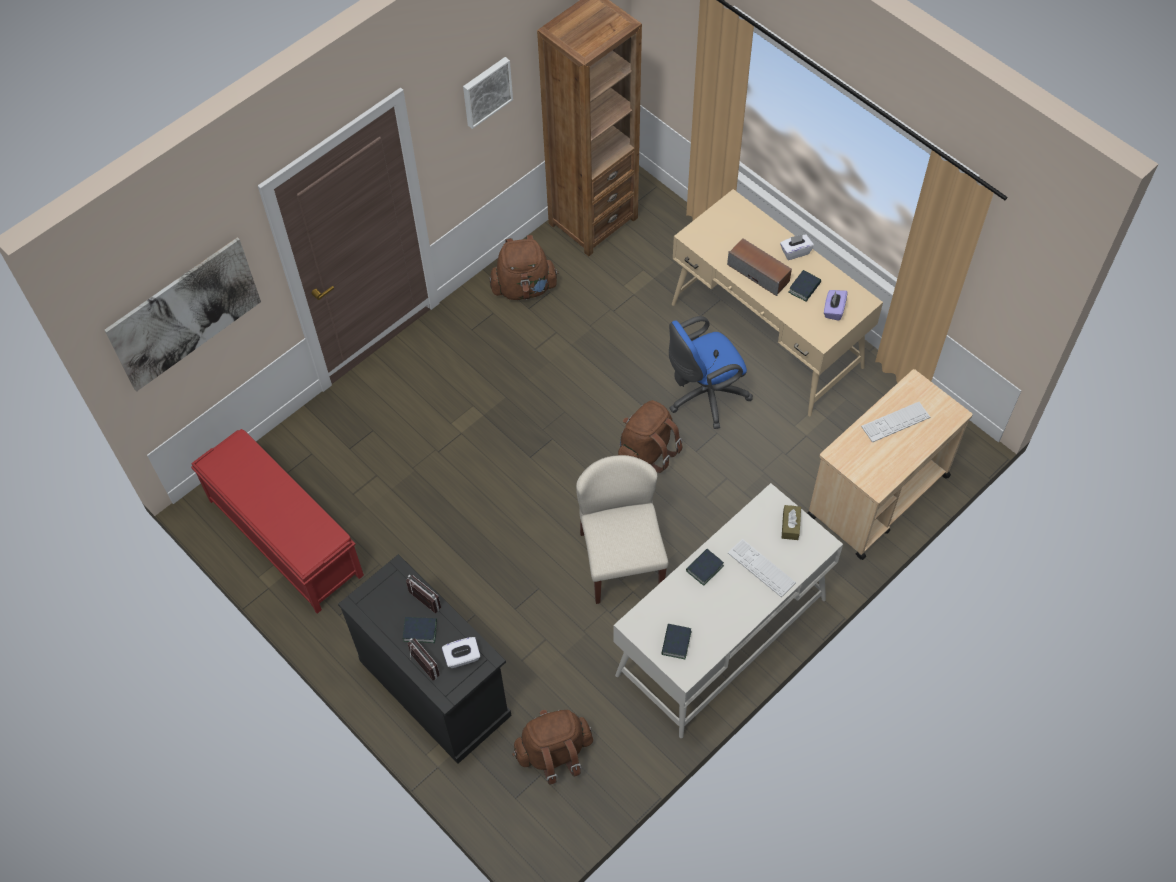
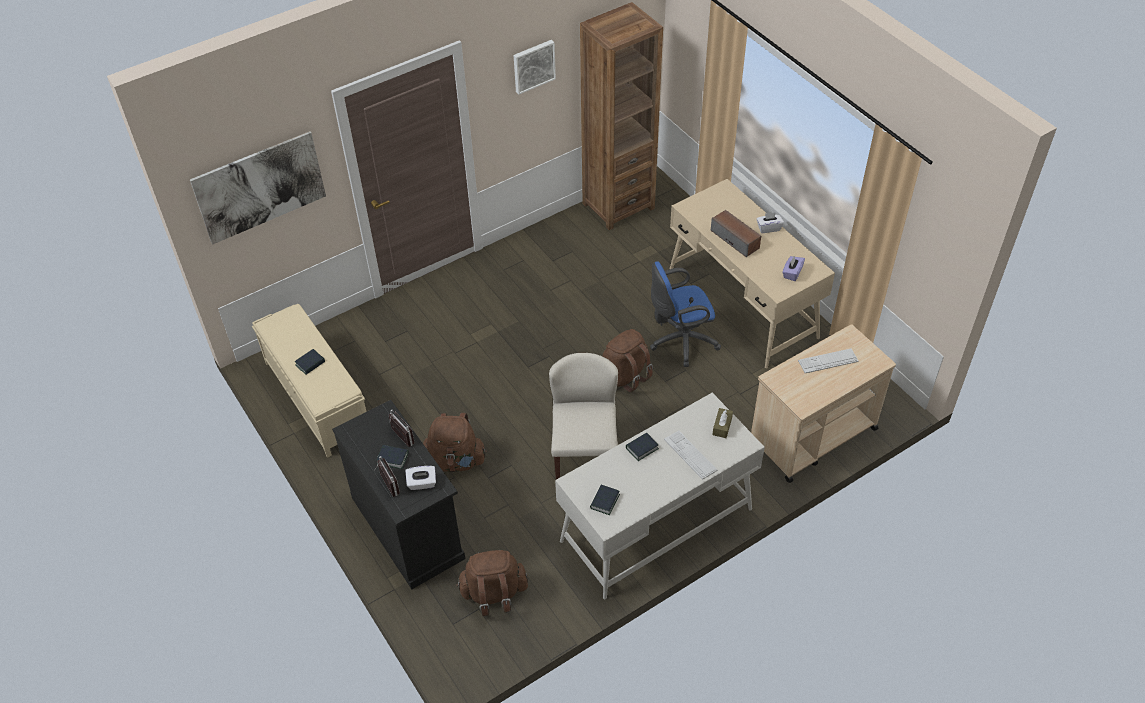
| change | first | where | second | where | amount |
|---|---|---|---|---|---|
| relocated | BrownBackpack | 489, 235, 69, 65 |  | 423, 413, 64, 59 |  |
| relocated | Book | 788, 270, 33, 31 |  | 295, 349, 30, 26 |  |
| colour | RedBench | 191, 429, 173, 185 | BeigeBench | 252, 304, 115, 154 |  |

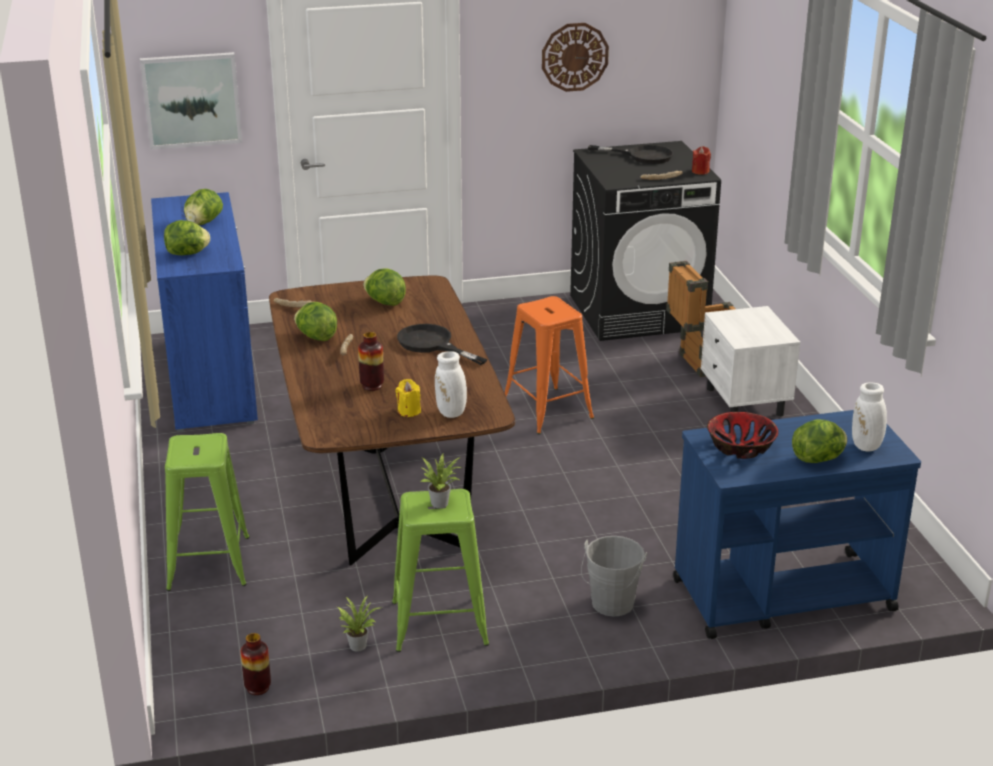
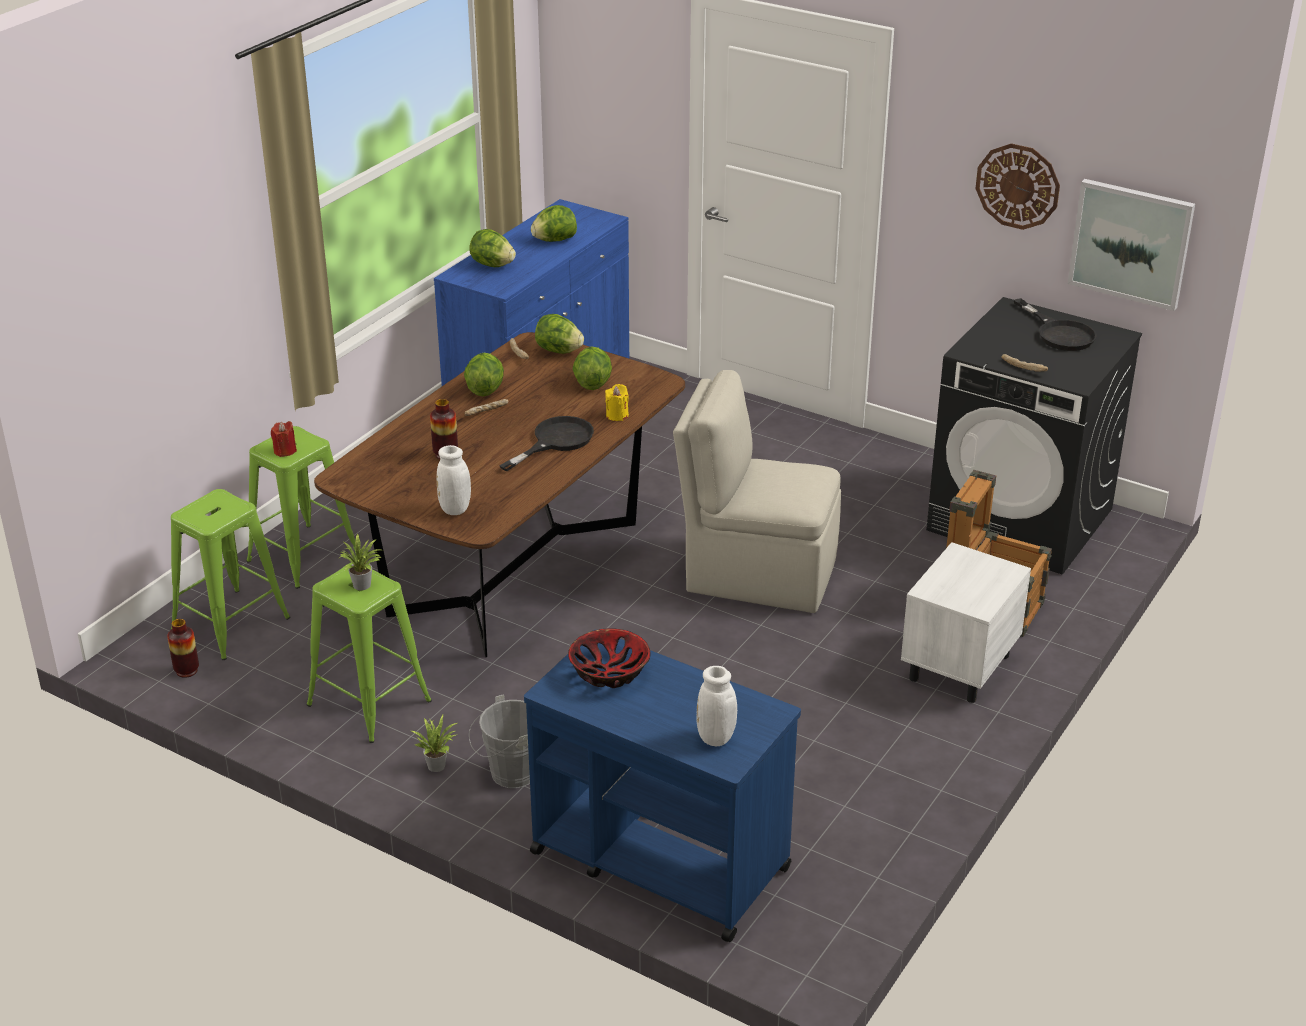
| change | first | where | second | where | amount |
|---|---|---|---|---|---|
| appeared |  |  | GreenStool | 171, 489, 119, 171 |  |
| relocated | Picture | 140, 52, 102, 98 |  | 1068, 179, 127, 132 |  |
| relocated | PottedPlant | 337, 595, 45, 57 |  | 411, 714, 46, 58 |  |
| relocated | YellowCandle | 396, 379, 25, 38 |  | 605, 384, 24, 37 |  |
| relocated | RedCandle | 692, 146, 19, 29 |  | 271, 421, 26, 36 |  |
| relocated | Lettuce | 792, 419, 55, 44 |  | 535, 314, 49, 40 |  |
| exchanged | OrangeStool | 505, 296, 89, 139 | BeigeChair | 673, 370, 168, 243 |  |
| spun | BlackFryingPan | 397, 324, 90, 41 |  | 499, 416, 95, 55 | 45 degrees clockwise |

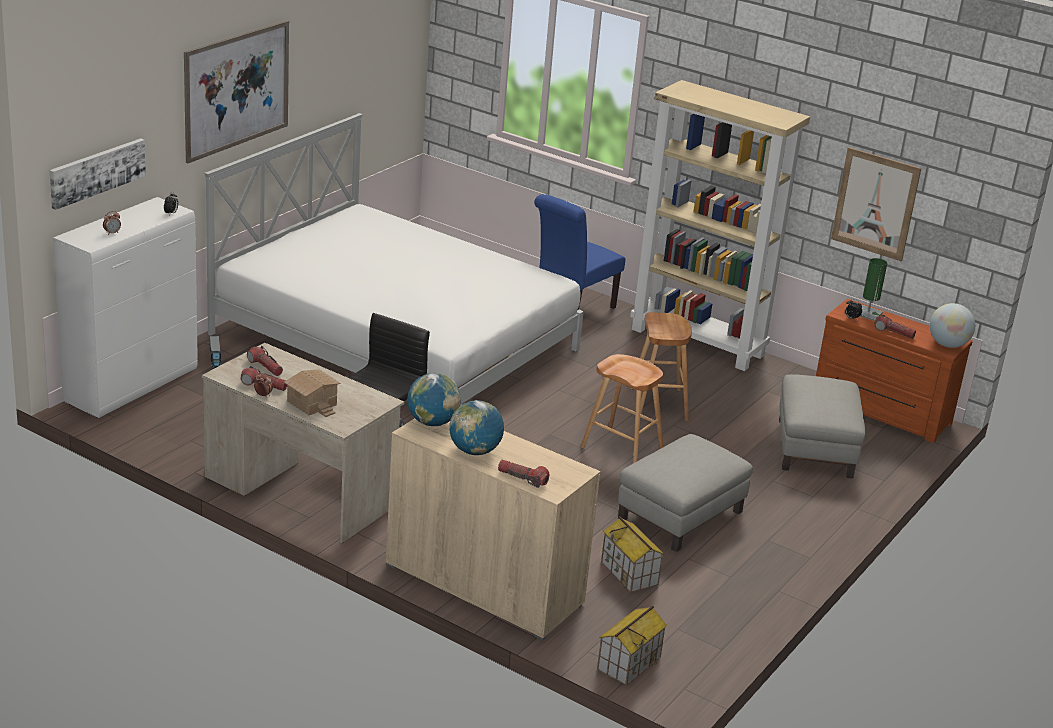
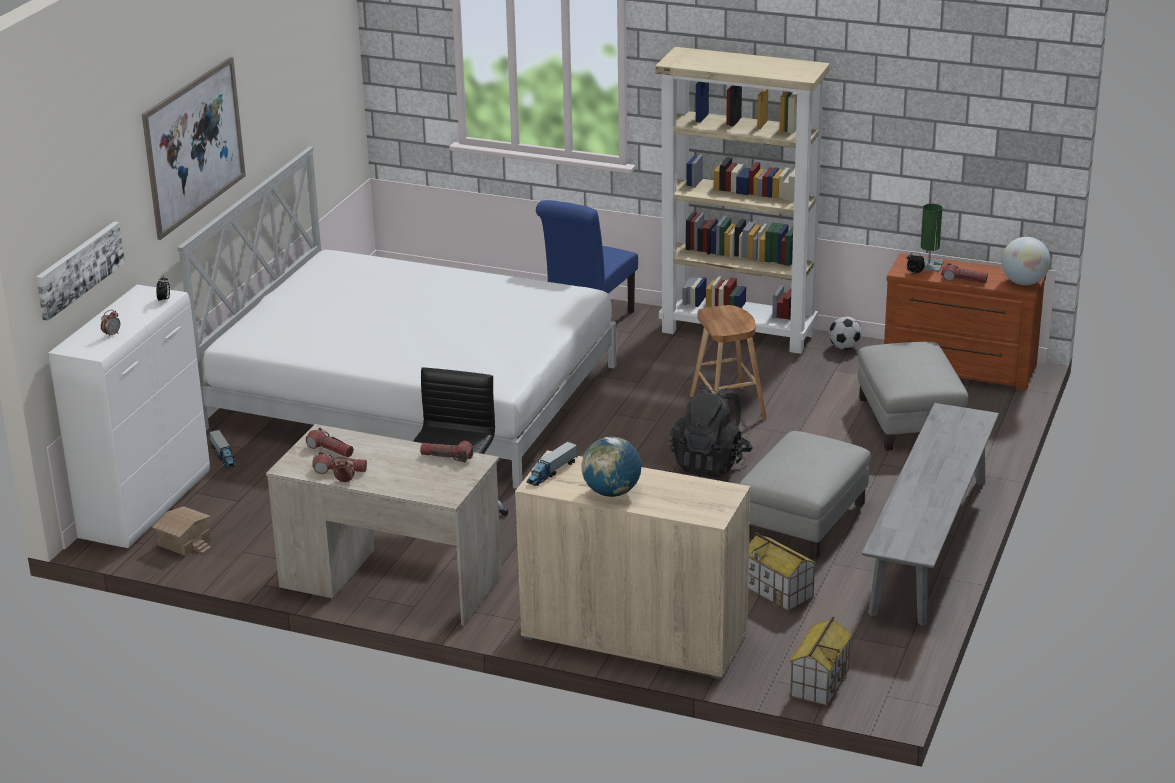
| change | first | where | second | where | amount |
|---|---|---|---|---|---|
| missing | Picture | 831, 147, 90, 114 |  |  |  |
| appeared |  |  | Football | 829, 316, 33, 34 |  |
| appeared |  |  | GreyBench | 862, 403, 137, 223 |  |
| relocated | ToyHouse | 284, 369, 57, 48 |  | 152, 506, 60, 50 |  |
| relocated | Flashlight | 498, 460, 51, 28 |  | 420, 441, 54, 21 |  |
| exchanged | Globe | 407, 373, 54, 53 | ToyTruck | 526, 441, 51, 45 |  |
| exchanged | BrownStool | 581, 354, 83, 109 | BlackBackpack | 670, 384, 83, 94 |  |

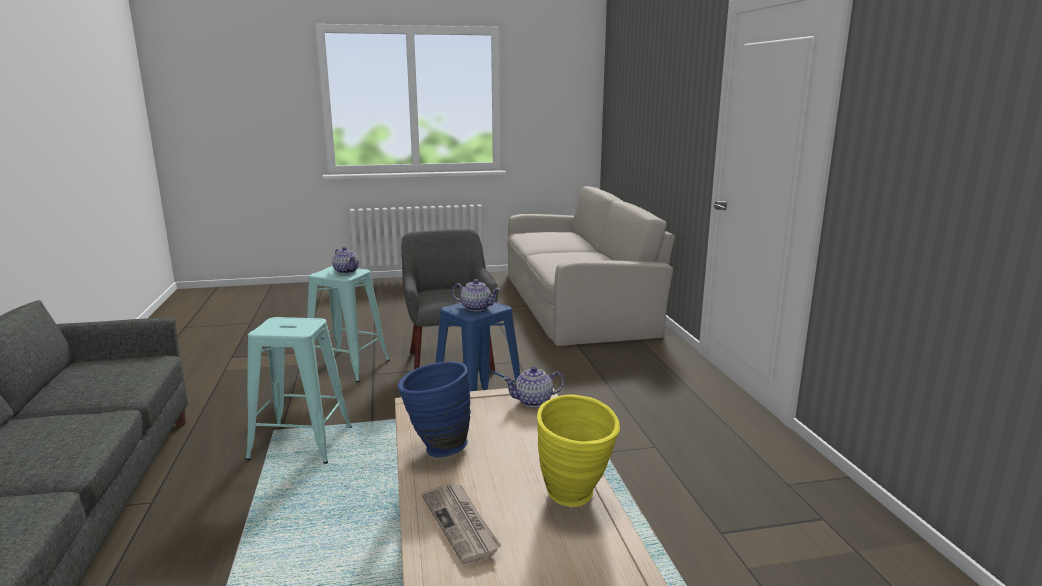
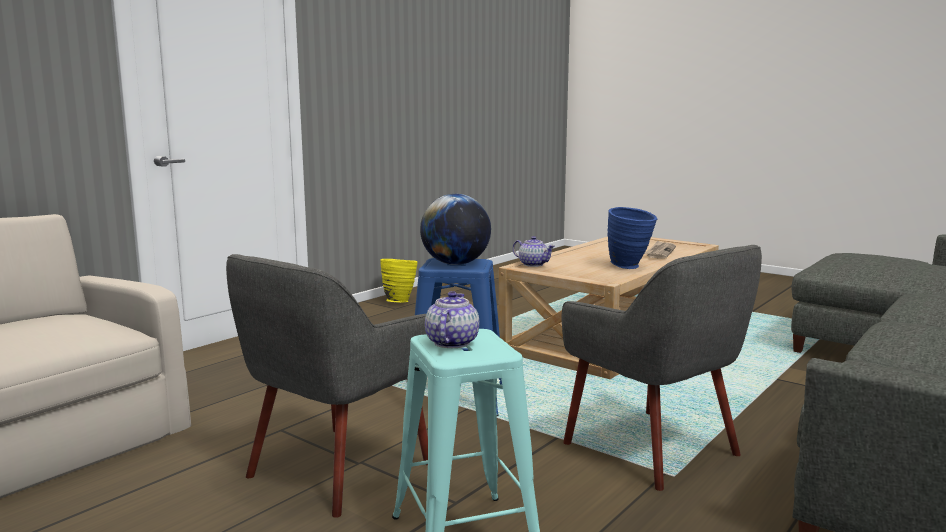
| change | first | where | second | where | amount |
|---|---|---|---|---|---|
| relocated | YellowVase | 537, 395, 83, 112 |  | 380, 259, 38, 44 |  |
| exchanged | TurquoiseStool | 245, 317, 107, 147 | GreyArmchair | 562, 245, 200, 246 |  |
| exchanged | Teapot | 452, 279, 48, 32 | Globe | 420, 194, 71, 71 |  |

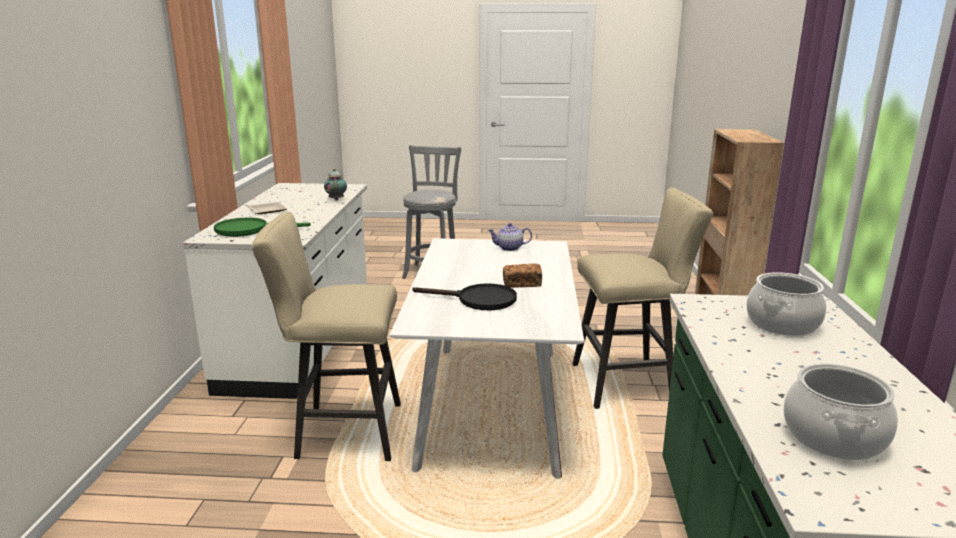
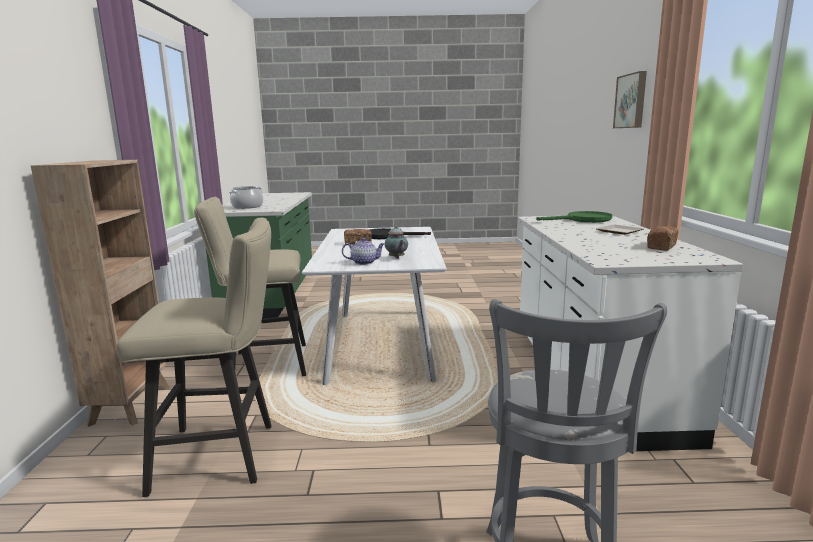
| change | first | where | second | where | amount |
|---|---|---|---|---|---|
| missing | CookingPot | 784, 363, 114, 97 |  |  |  |
| appeared |  |  | Picture | 613, 71, 34, 57 |  |
| appeared |  |  | Bread | 647, 226, 31, 25 |  |
| relocated | BeigeStool | 252, 212, 149, 249 |  | 117, 218, 155, 279 |  |
| relocated | Teapot | 324, 168, 23, 32 |  | 385, 225, 23, 34 |  |

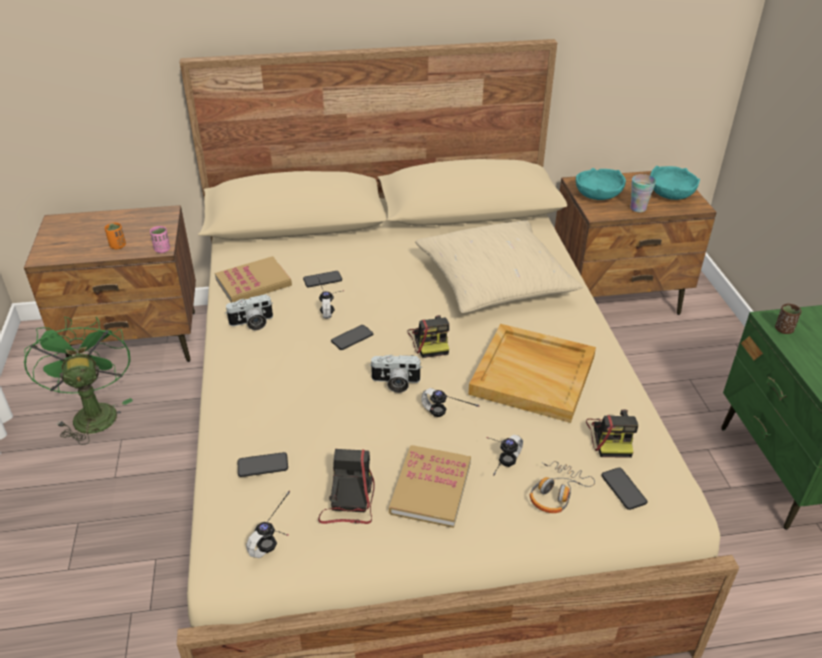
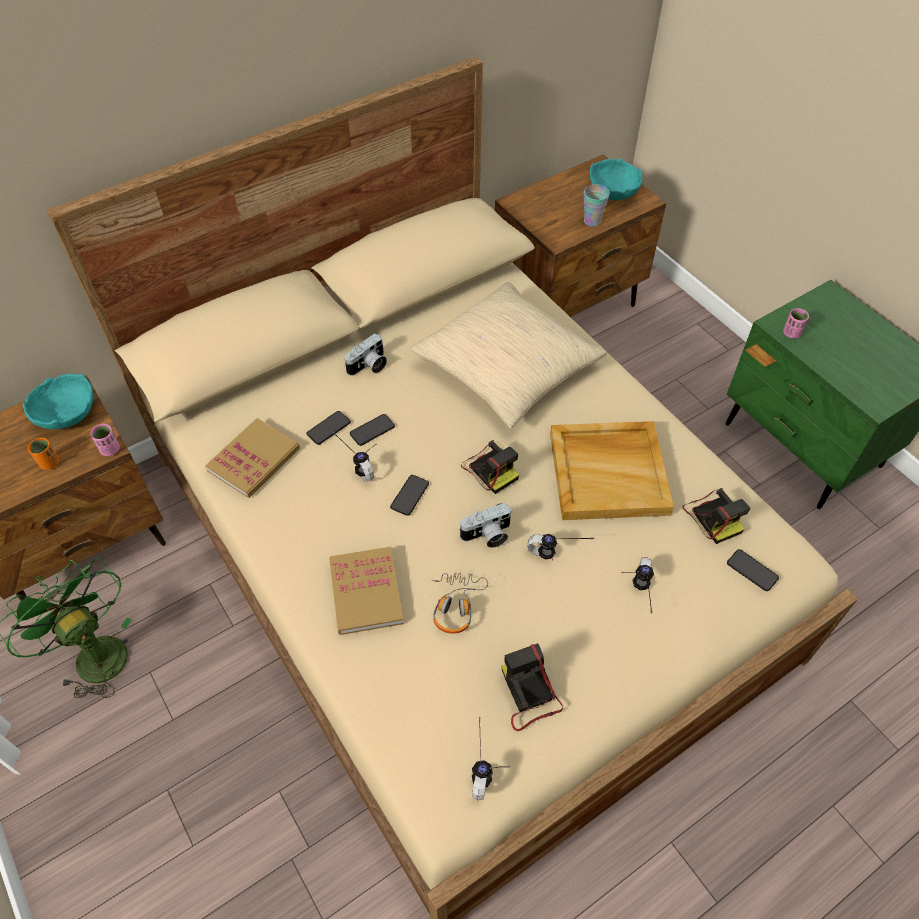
| change | first | where | second | where | amount |
|---|---|---|---|---|---|
| relocated | PhotoCamera | 225, 294, 48, 36 |  | 344, 333, 43, 43 |  |
| relocated | Phone | 238, 452, 50, 25 |  | 350, 414, 45, 32 |  |
| relocated | Book | 389, 445, 82, 83 |  | 329, 547, 75, 88 |  |
| relocated | Headphones | 530, 461, 65, 52 |  | 432, 573, 56, 61 |  |
| relocated | TurquoiseBowl | 576, 168, 50, 32 |  | 23, 374, 70, 55 |  |
| colour | BrownCup | 775, 303, 26, 31 | PinkCup | 783, 308, 26, 30 |  |

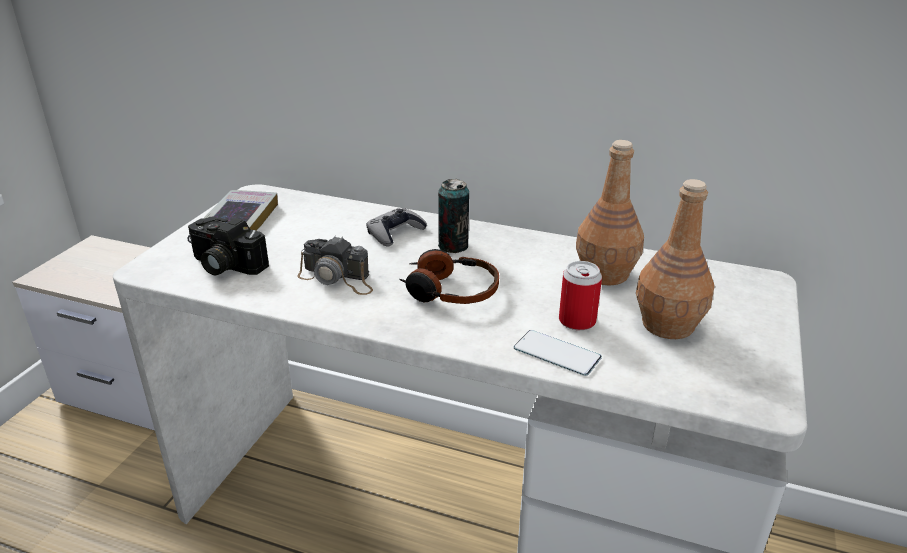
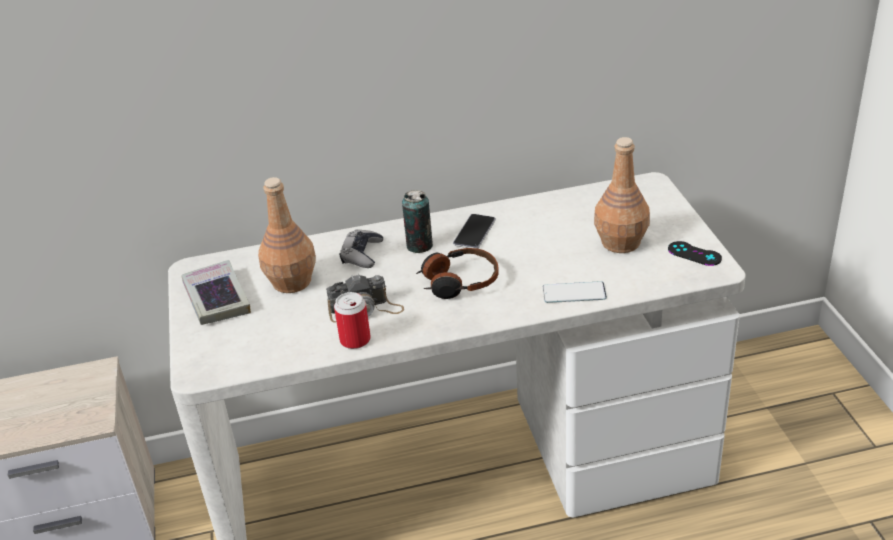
| change | first | where | second | where | amount |
|---|---|---|---|---|---|
| missing | PhotoCamera | 187, 217, 82, 59 |  |  |  |
| appeared |  |  | Phone | 453, 214, 43, 35 |  |
| appeared |  |  | BlackGameController | 668, 241, 54, 25 |  |
| relocated | Can | 559, 261, 43, 69 |  | 334, 292, 37, 57 |  |
| relocated | BrownBottle | 576, 140, 68, 146 |  | 258, 177, 58, 116 |  |

